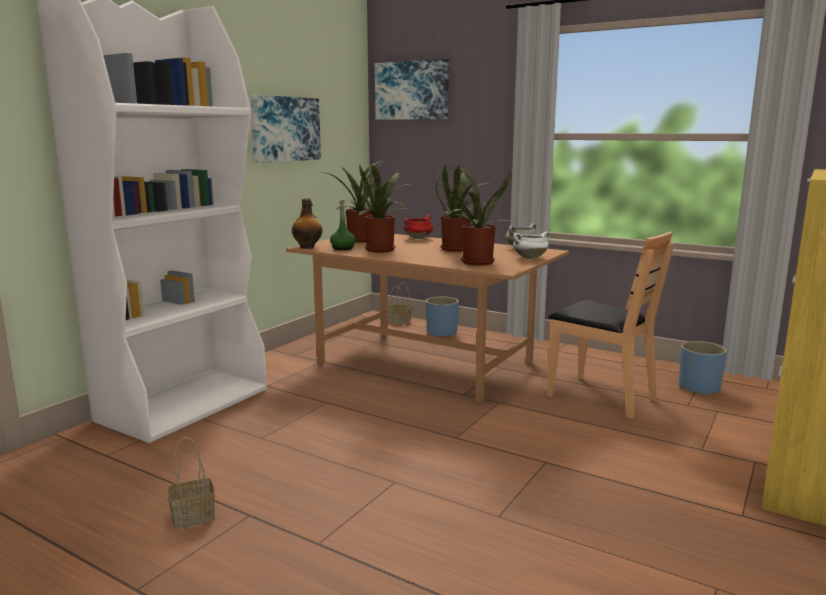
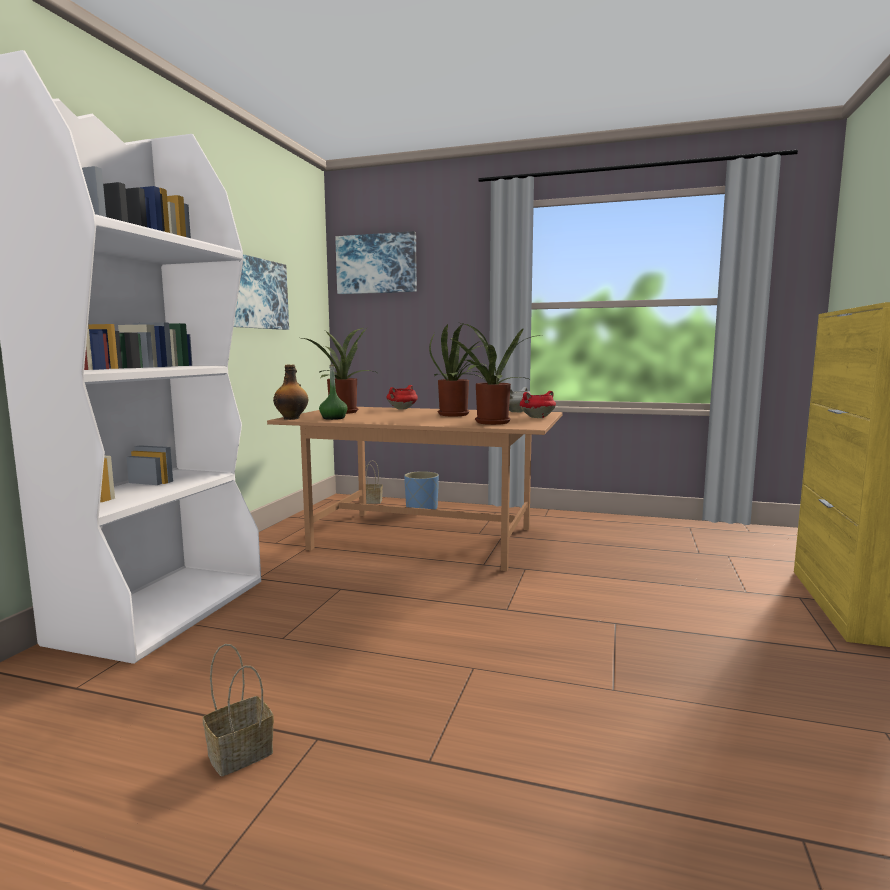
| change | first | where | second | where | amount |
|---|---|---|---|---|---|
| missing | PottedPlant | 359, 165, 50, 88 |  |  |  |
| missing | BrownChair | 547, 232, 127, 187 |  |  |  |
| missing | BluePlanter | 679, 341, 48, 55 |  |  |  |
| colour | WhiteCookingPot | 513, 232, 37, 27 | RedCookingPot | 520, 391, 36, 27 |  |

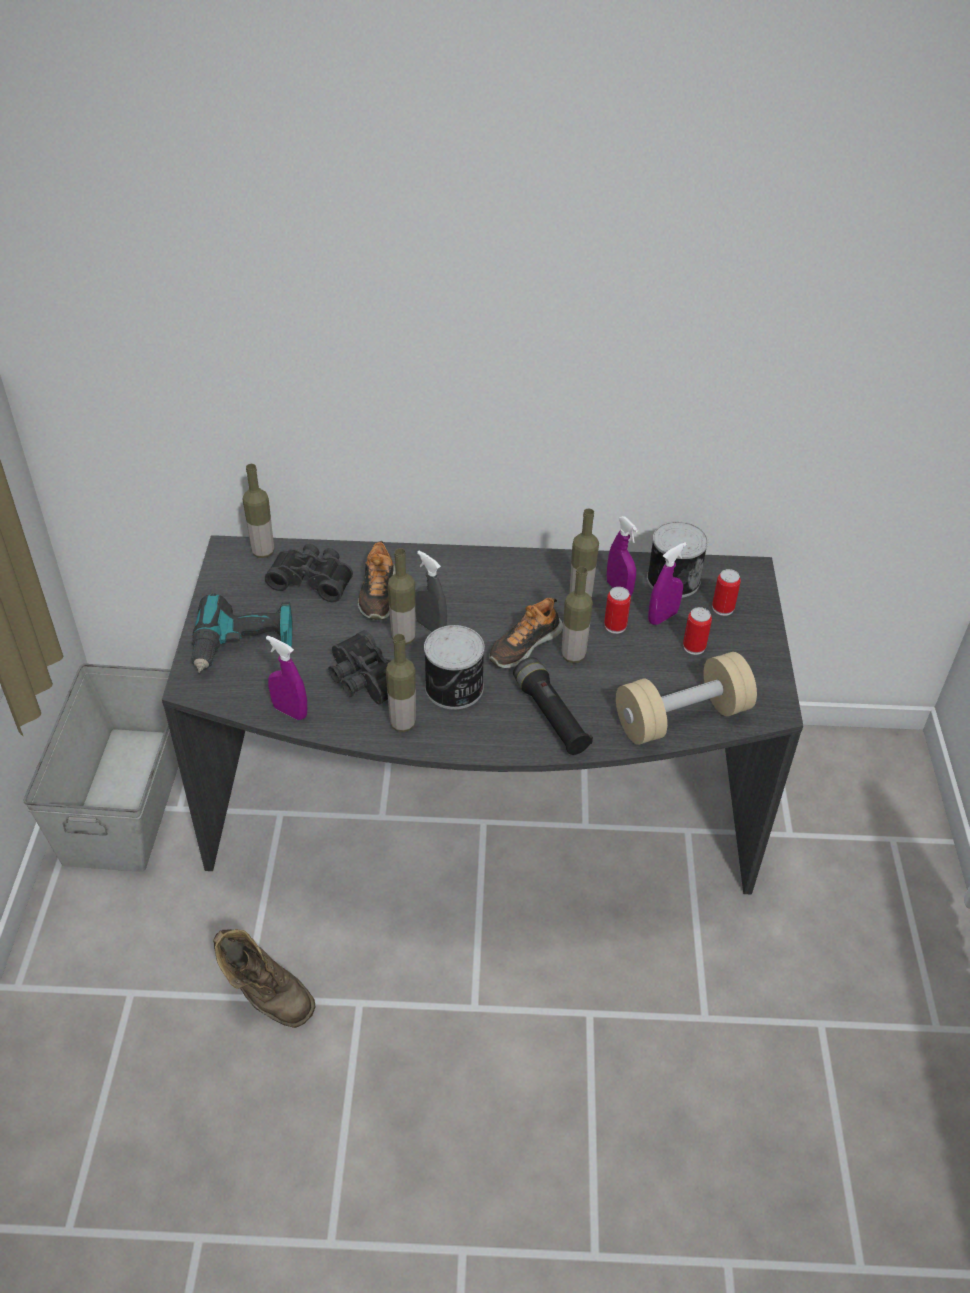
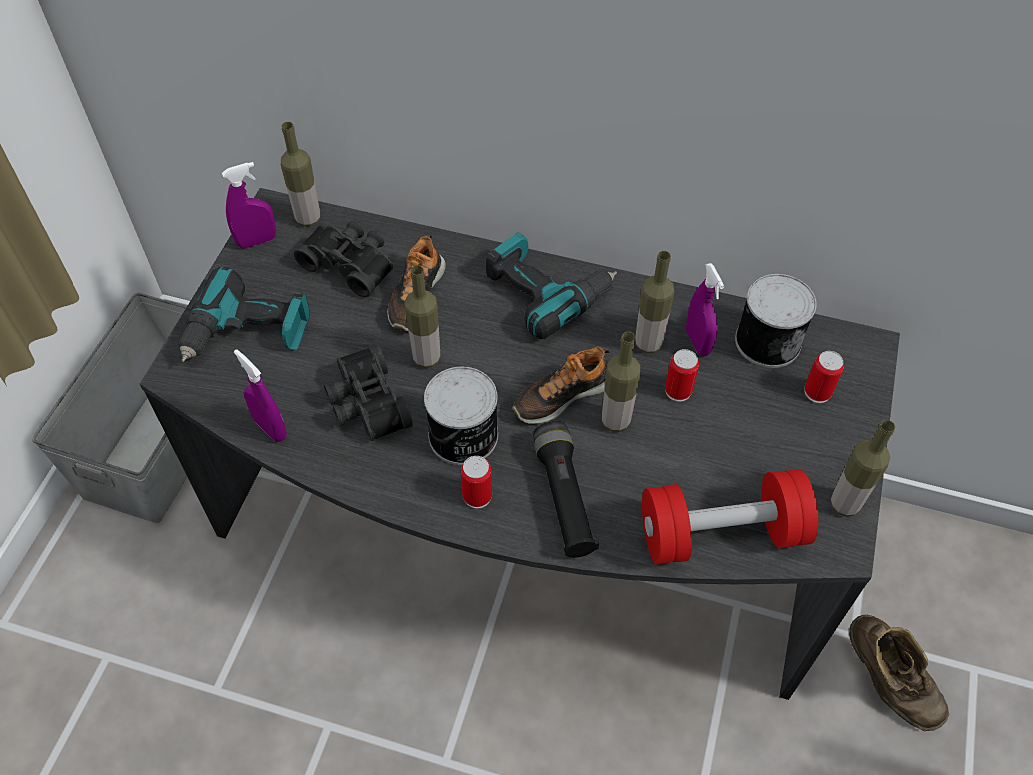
| change | first | where | second | where | amount |
|---|---|---|---|---|---|
| missing | GreySprayBottle | 415, 551, 32, 81 |  |  |  |
| appeared |  |  | PowerDrill | 486, 232, 131, 107 |  |
| relocated | BrownBoot | 213, 929, 102, 99 |  | 849, 615, 100, 116 |  |
| relocated | Bottle | 386, 634, 30, 98 |  | 831, 420, 64, 97 |  |
| relocated | PurpleSprayBottle | 648, 542, 39, 83 |  | 222, 162, 54, 86 |  |
| relocated | Can | 683, 607, 29, 48 |  | 461, 456, 31, 52 |  |
| colour | BeigeDumbbell | 616, 652, 141, 93 | RedDumbbell | 642, 469, 176, 96 |  |

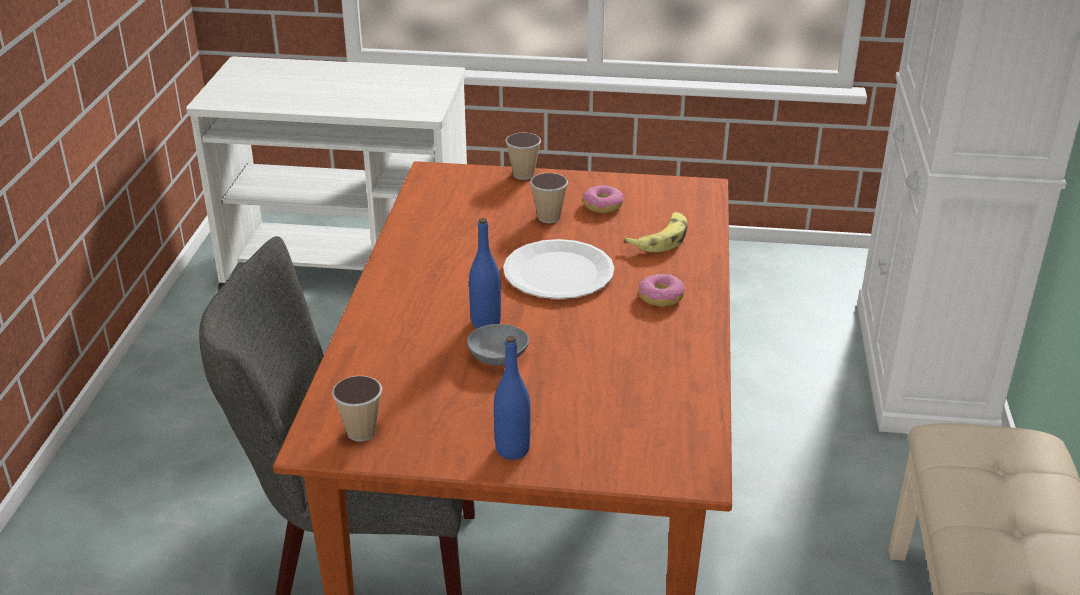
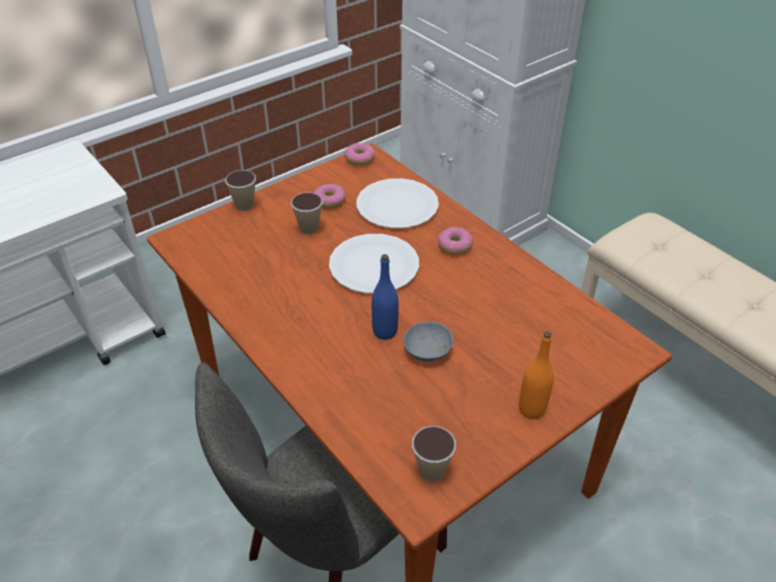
| change | first | where | second | where | amount |
|---|---|---|---|---|---|
| appeared |  |  | Donut | 344, 143, 31, 23 |  |
| exchanged | Banana | 623, 212, 65, 40 | WhitePlate | 357, 178, 82, 51 |  |
| colour | BlueBottle | 494, 336, 37, 124 | OrangeBottle | 519, 331, 35, 88 |  |

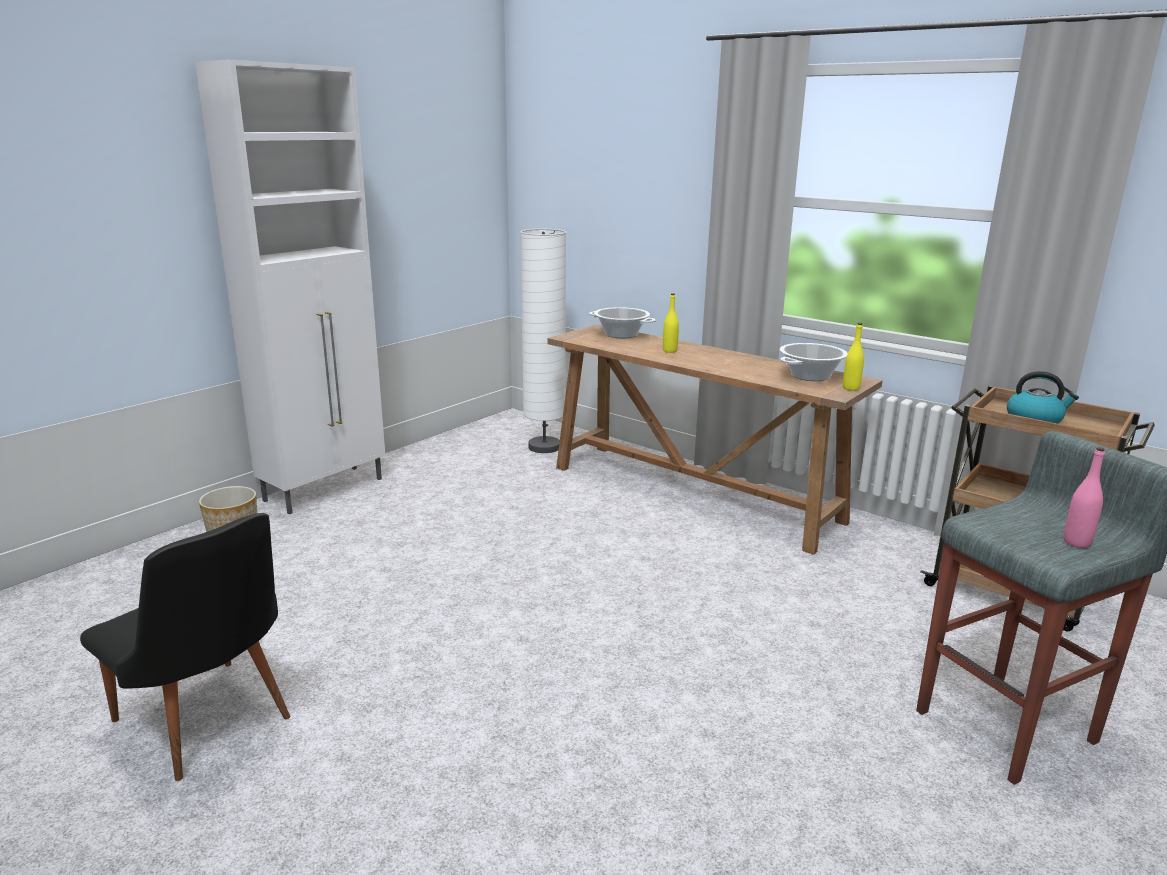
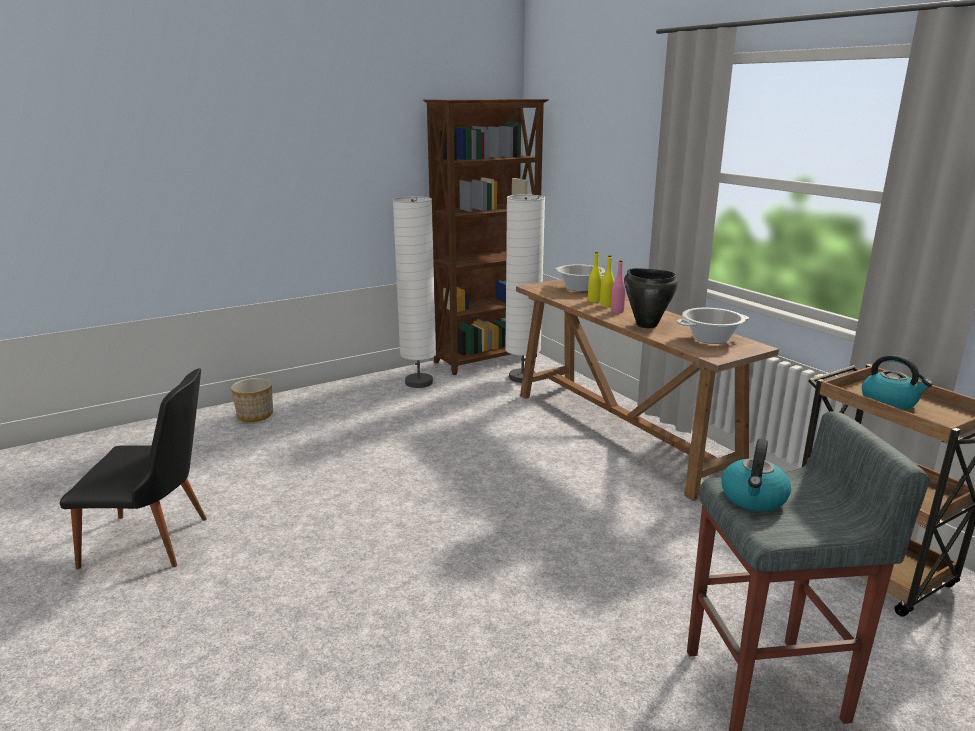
| change | first | where | second | where | amount |
|---|---|---|---|---|---|
| missing | WhiteCabinet | 195, 59, 190, 456 |  |  |  |
| appeared |  |  | WhiteFloorLamp | 393, 196, 43, 192 |  |
| appeared |  |  | BrownBookcase | 423, 99, 126, 276 |  |
| appeared |  |  | BlackCookingPot | 624, 268, 54, 60 |  |
| appeared |  |  | Kettle | 721, 439, 70, 72 |  |
| relocated | YellowBottle | 843, 323, 21, 68 |  | 588, 252, 14, 51 |  |
| relocated | PinkBottle | 1063, 447, 42, 101 |  | 611, 260, 15, 53 |  |
| spun | BlackChair | 80, 513, 210, 268 |  | 60, 368, 147, 201 | 60 degrees counterclockwise |

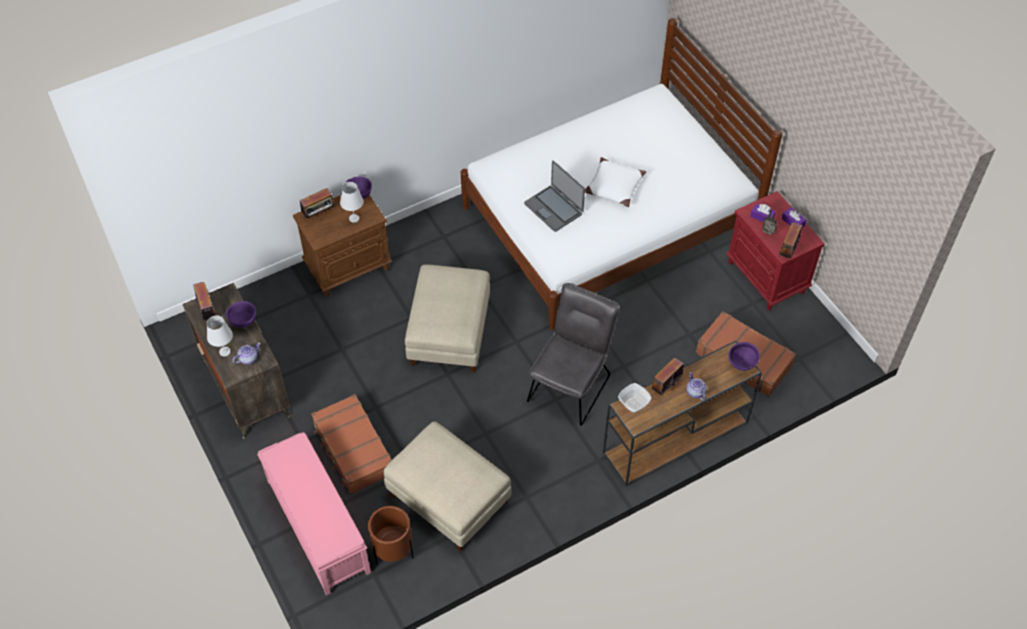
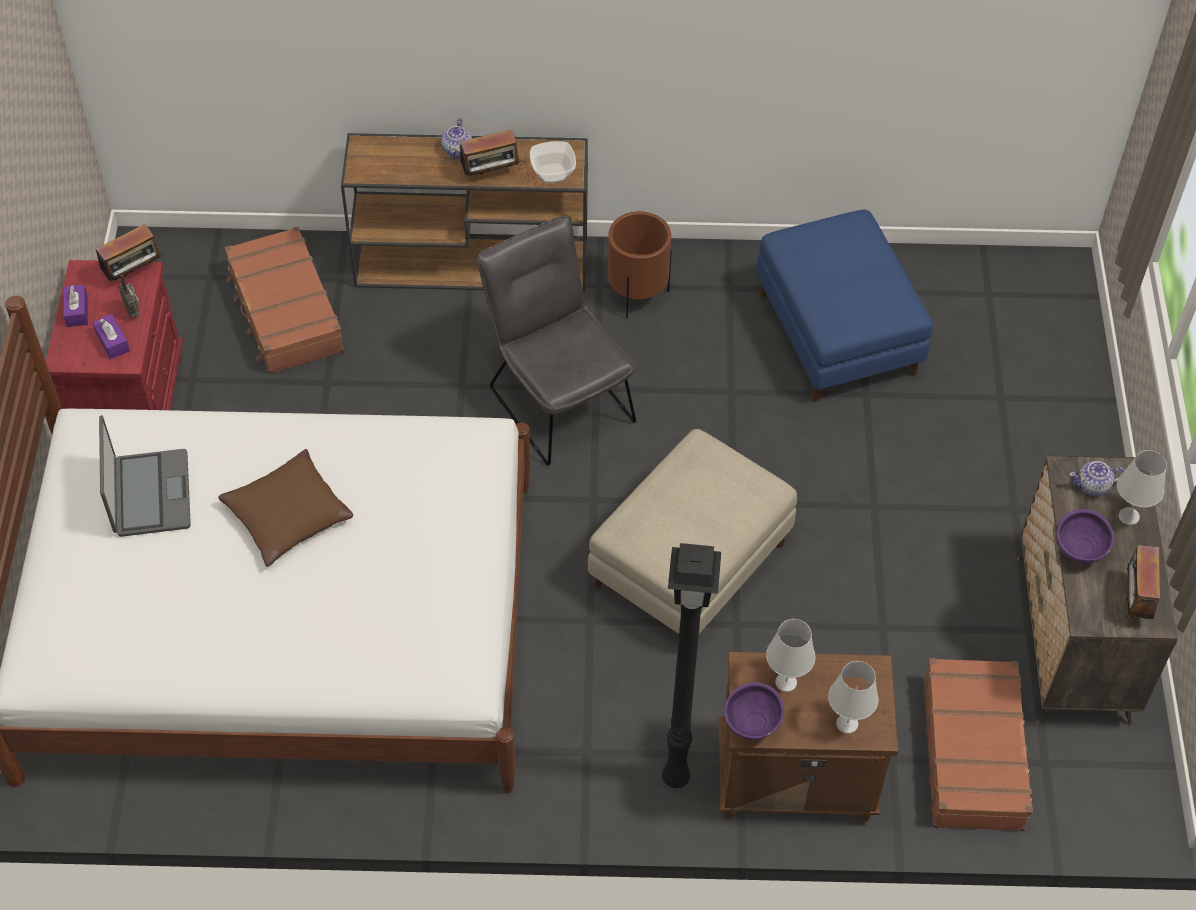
| change | first | where | second | where | amount |
|---|---|---|---|---|---|
| missing | PinkBench | 257, 432, 114, 163 |  |  |  |
| missing | PurpleBowl | 728, 342, 32, 29 |  |  |  |
| appeared |  |  | BlackFloorLamp | 662, 543, 59, 245 |  |
| relocated | BrownSuitcase | 311, 394, 81, 100 |  | 923, 658, 110, 173 |  |
| relocated | BrownPlanter | 368, 506, 46, 59 |  | 608, 211, 63, 108 |  |
| relocated | Laptop | 524, 161, 61, 71 |  | 99, 415, 92, 122 |  |
| exchanged | Radio | 300, 188, 35, 30 | WhiteTableLamp | 828, 661, 50, 73 |  |
| colour | BeigeOttoman | 384, 421, 128, 130 | BlueOttoman | 756, 209, 177, 193 |  |
| colour | WhitePillow | 585, 157, 61, 50 | BrownPillow | 218, 449, 135, 118 |  |
| spun | GreyChair | 527, 283, 93, 143 |  | 477, 216, 159, 249 | 90 degrees clockwise |

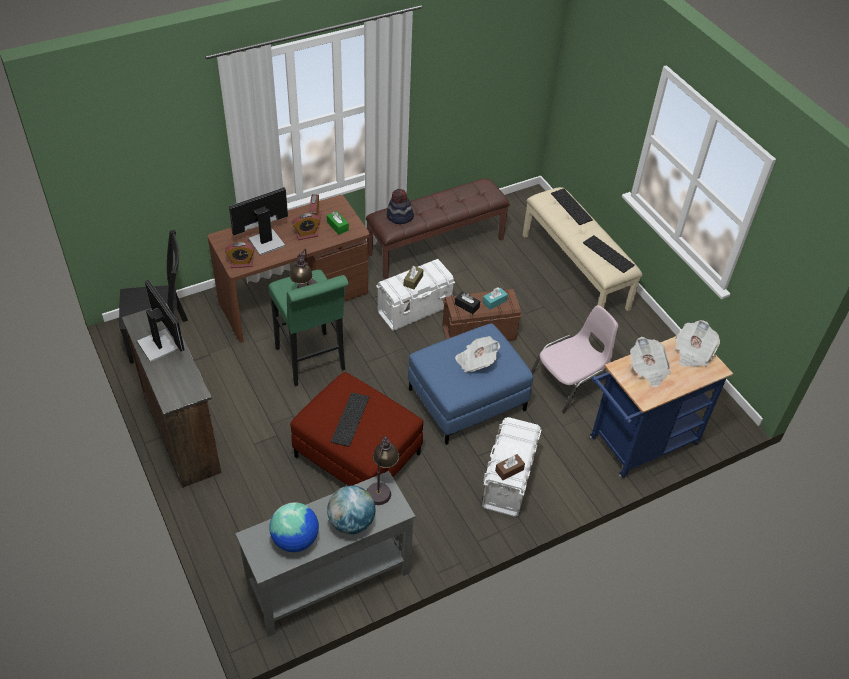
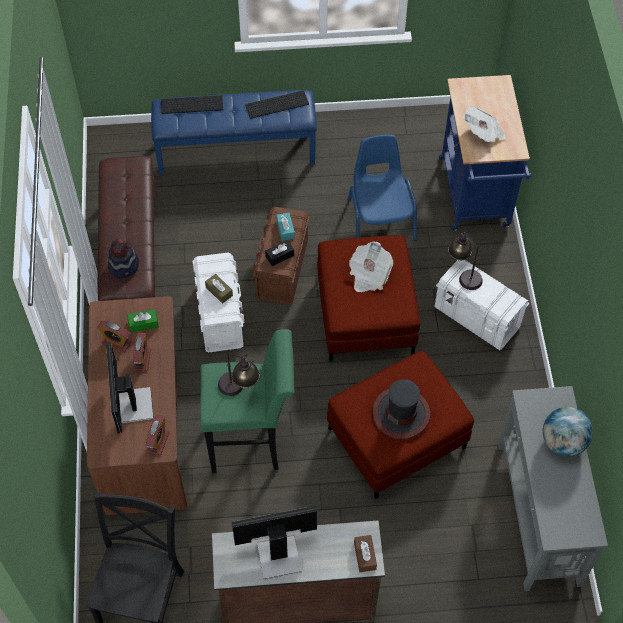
| change | first | where | second | where | amount |
|---|---|---|---|---|---|
| missing | Globe | 269, 502, 50, 50 |  |  |  |
| missing | Newspaper | 676, 320, 44, 47 |  |  |  |
| relocated | TableLamp | 367, 435, 32, 70 |  | 448, 232, 35, 58 |  |
| relocated | BrownTissueBox | 495, 454, 30, 26 |  | 354, 535, 23, 37 |  |
| exchanged | Keyboard | 331, 393, 38, 54 | Hat | 372, 379, 59, 60 |  |
| colour | BlueOttoman | 408, 323, 125, 122 | RedOttoman | 317, 235, 103, 127 |  |
| colour | BeigeBench | 523, 187, 119, 124 | BlueBench | 151, 90, 166, 84 |  |
| colour | PinkChair | 531, 305, 87, 108 | BlueChair | 348, 135, 69, 106 |  |

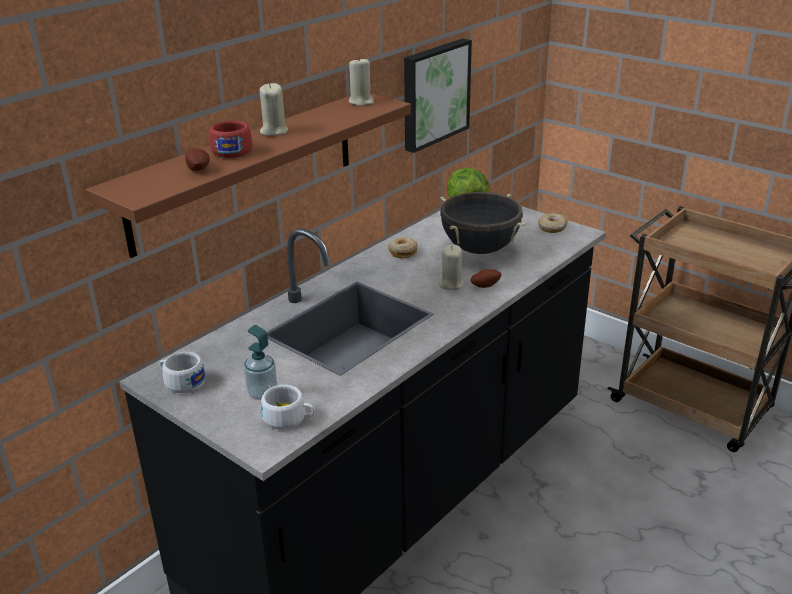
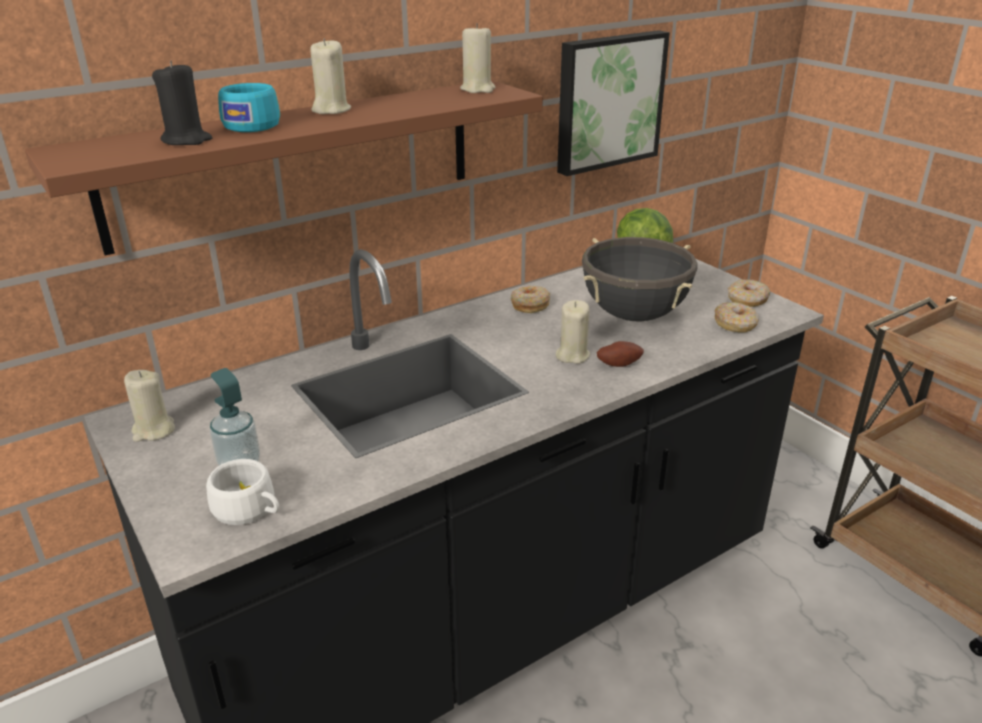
| change | first | where | second | where | amount |
|---|---|---|---|---|---|
| appeared |  |  | Donut | 715, 302, 44, 31 |  |
| exchanged | WhiteCup | 159, 352, 47, 41 | BeigeCandle | 124, 370, 51, 72 |  |
| exchanged | Potato | 185, 148, 25, 23 | BlackCandle | 152, 61, 60, 84 |  |
| colour | RedCup | 210, 121, 42, 37 | TurquoiseCup | 218, 83, 62, 49 |  |

